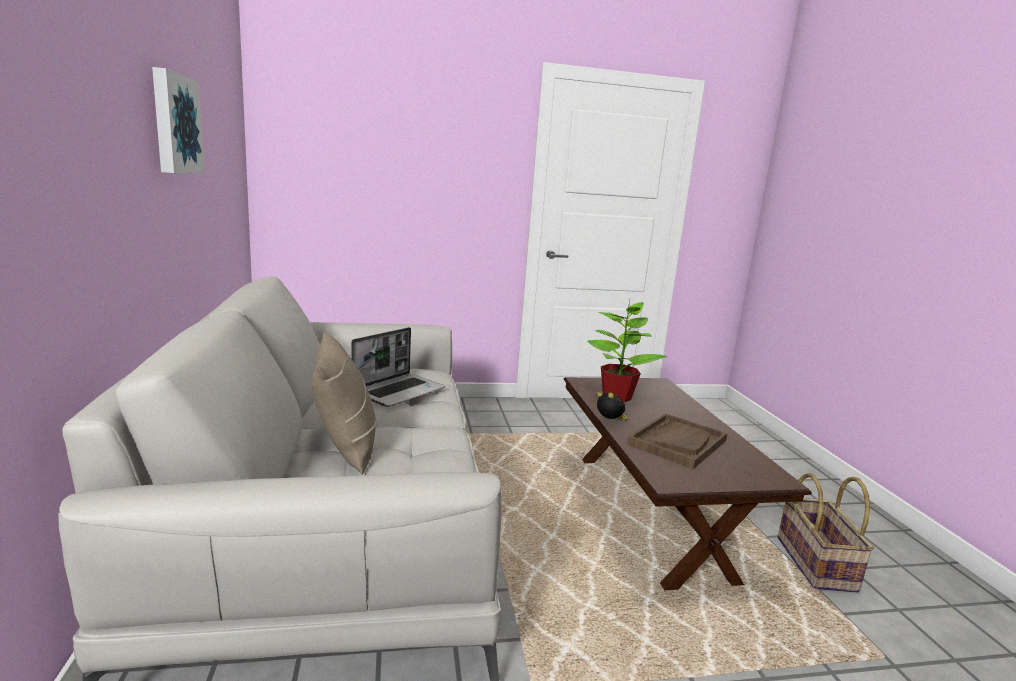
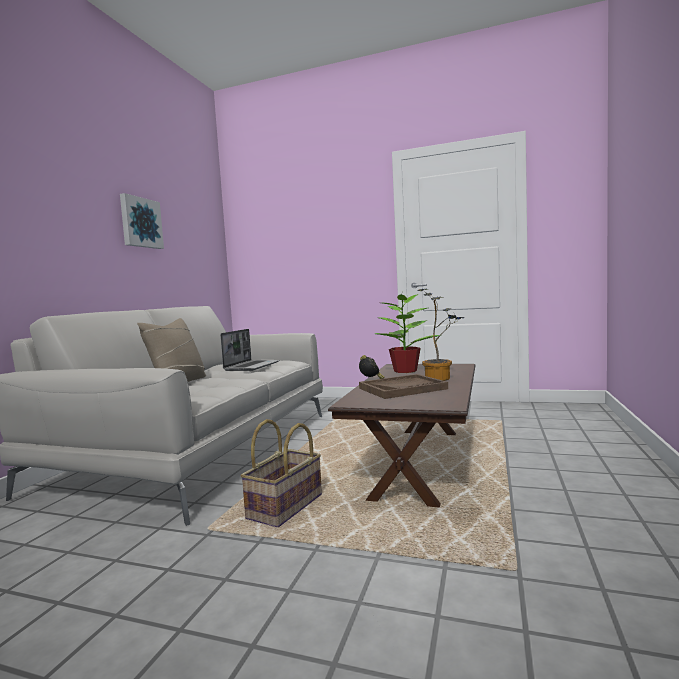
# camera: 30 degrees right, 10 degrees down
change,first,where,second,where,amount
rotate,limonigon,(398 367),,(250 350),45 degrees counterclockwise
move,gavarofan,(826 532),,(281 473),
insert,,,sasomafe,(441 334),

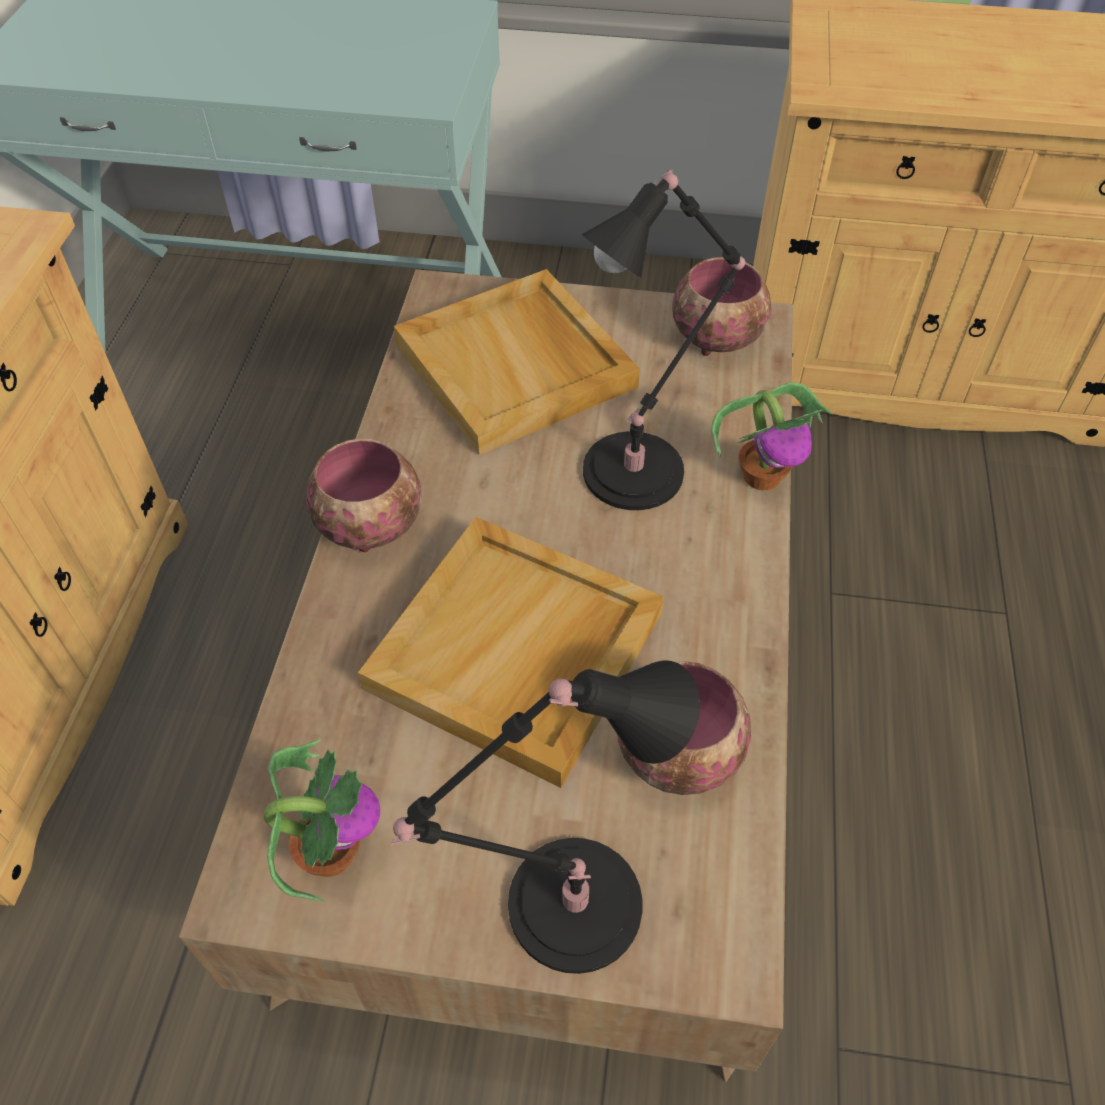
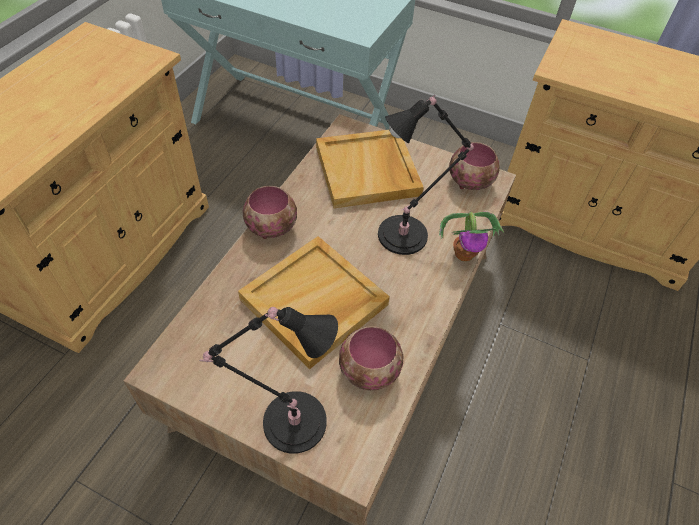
# camera: 15 degrees right, 0 degrees up
change,first,where,second,where,amount
delete,sasomafe,(321 821),,,

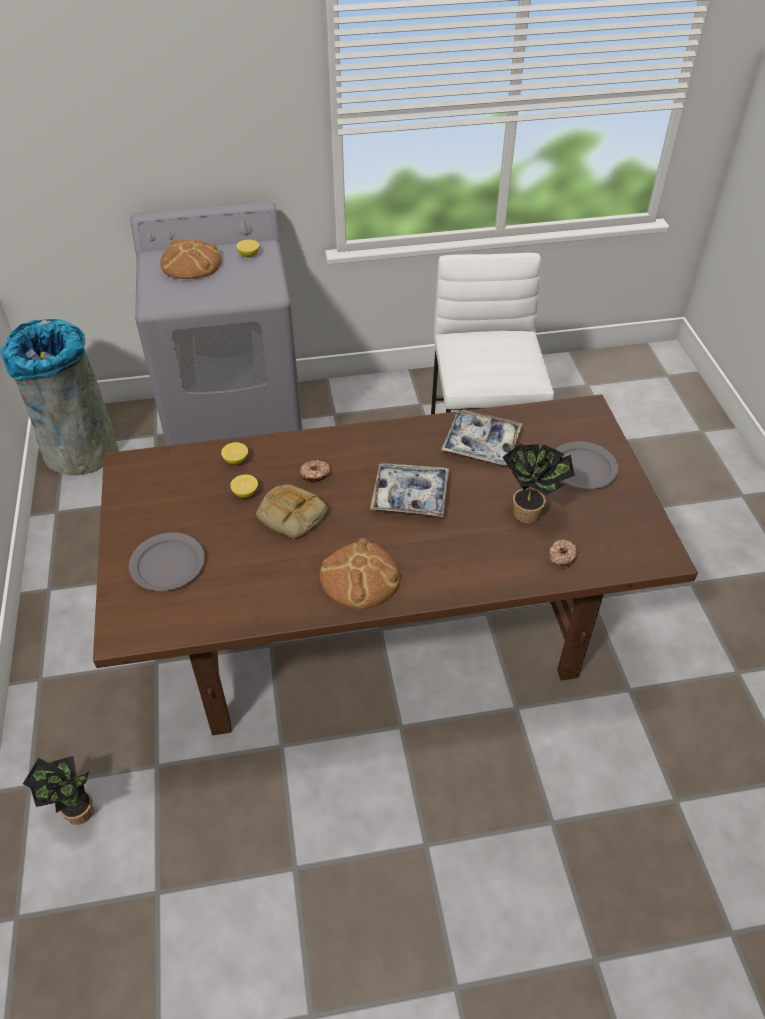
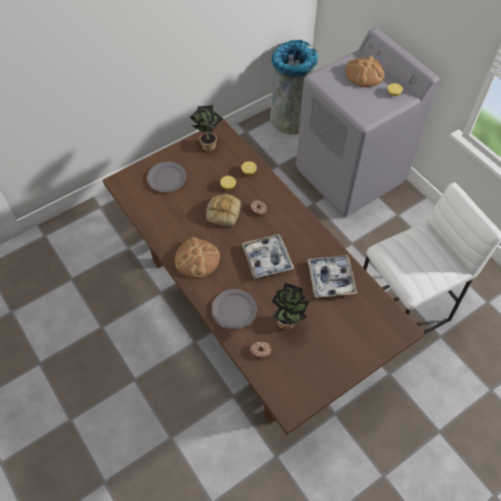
# camera: 65 degrees right, 10 degrees up
change,first,where,second,where,amount
move,sasomafe,(58 790),,(206 128),
move,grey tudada,(587 465),,(234 309),

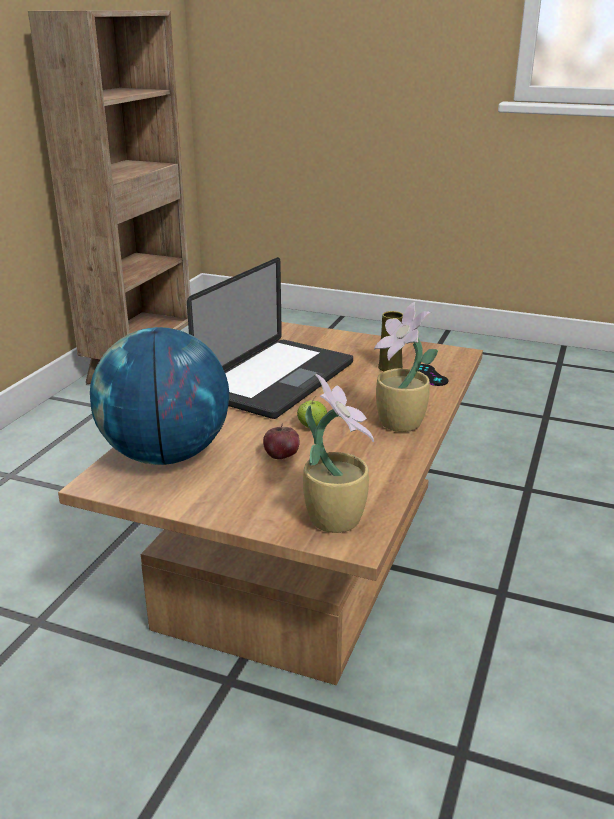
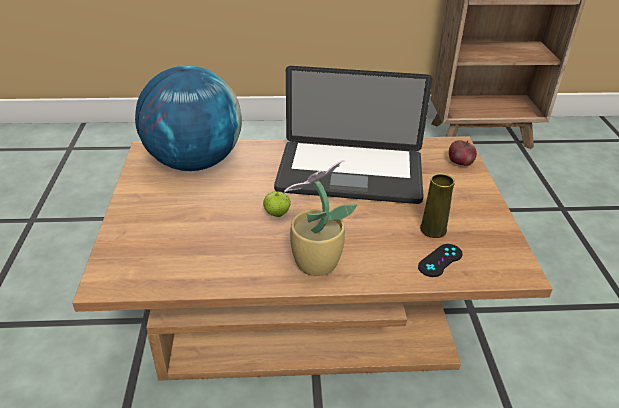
# camera: 65 degrees right, 10 degrees up
change,first,where,second,where,amount
move,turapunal,(281 441),,(463 153),
delete,sasomafe,(338 453),,,

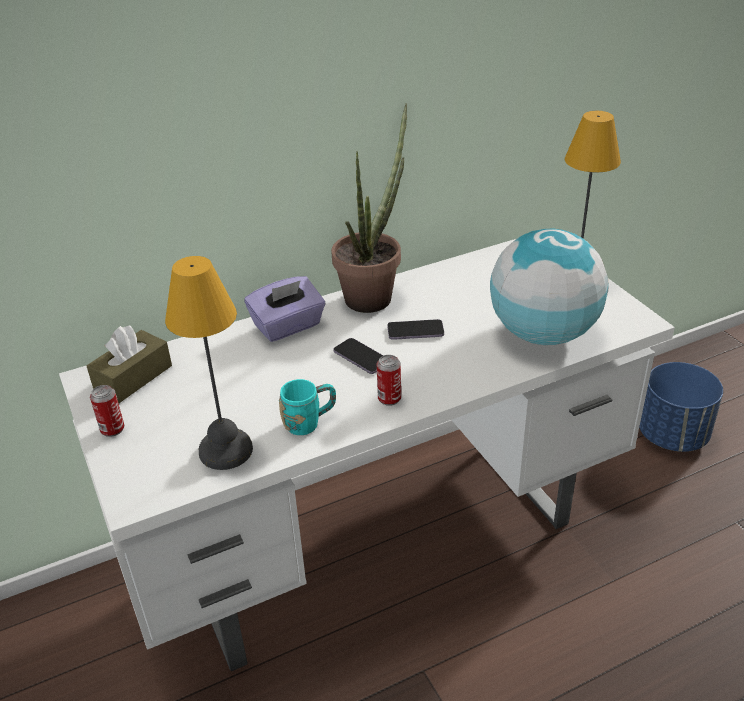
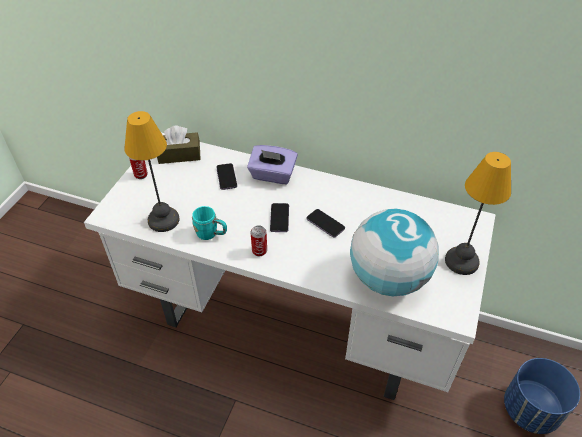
# camera: 45 degrees right, 10 degrees up
change,first,where,second,where,amount
insert,,,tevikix,(226 176),
delete,sasomafe,(369 208),,,

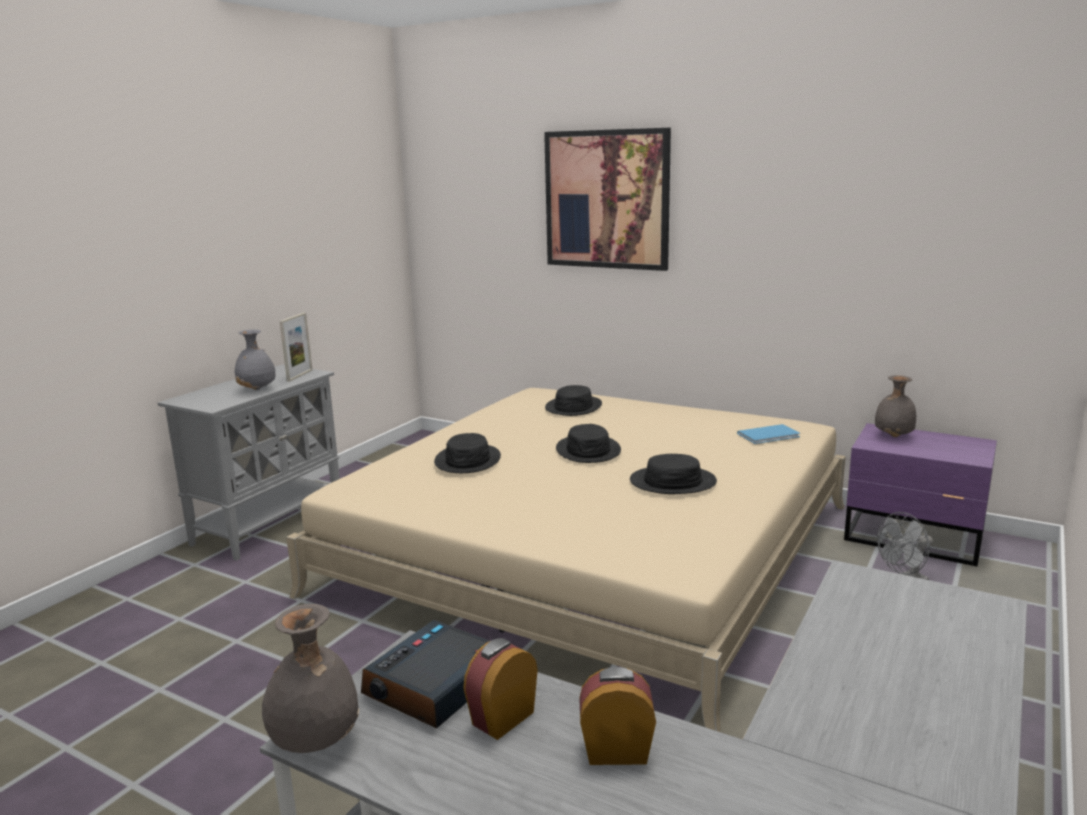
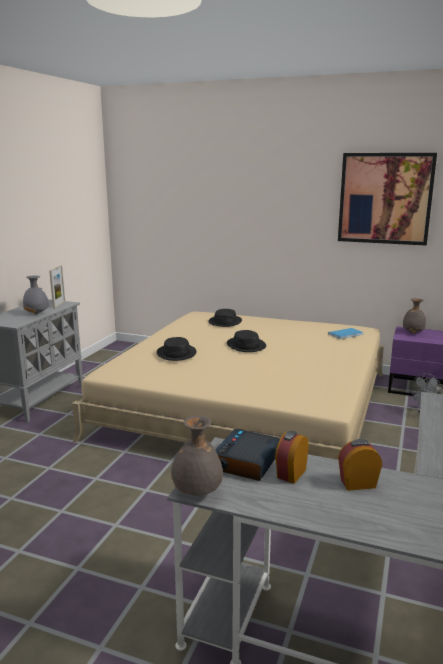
# camera: 10 degrees left, 0 degrees up
change,first,where,second,where,amount
move,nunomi,(607 199),,(387 199),
delete,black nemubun,(673 474),,,

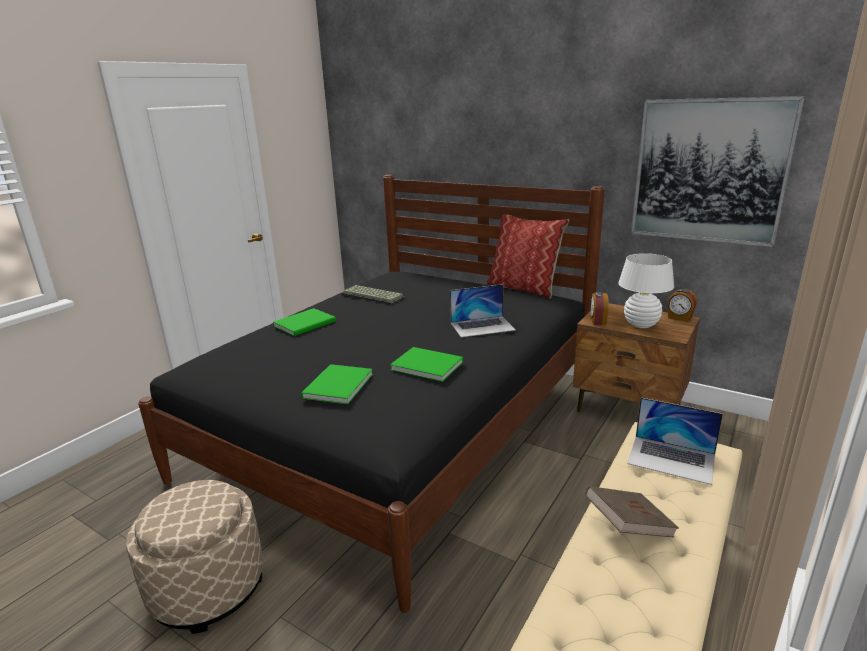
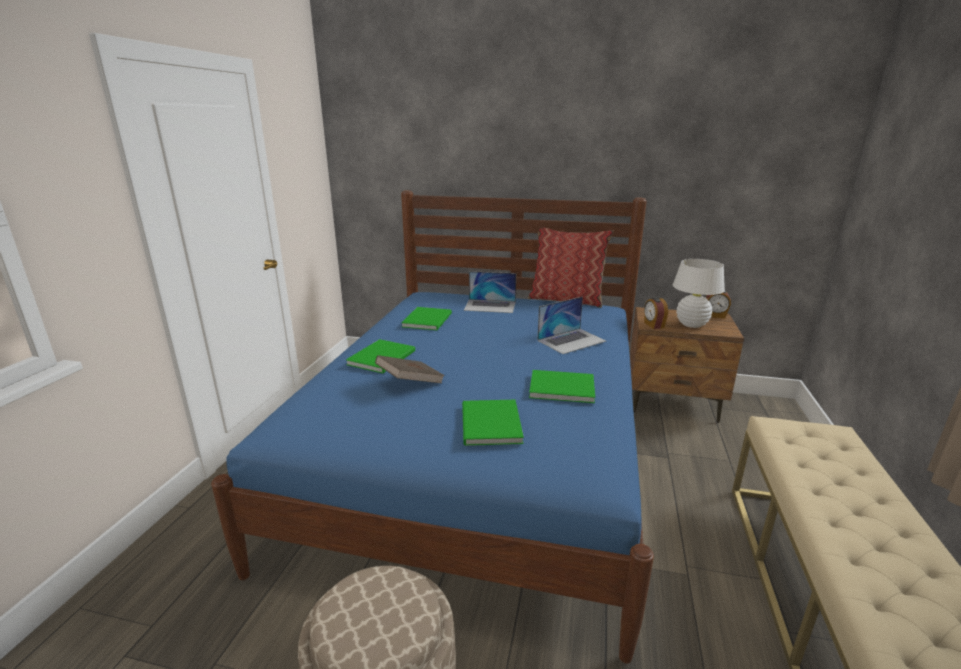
# camera: 20 degrees left, 0 degrees up
change,first,where,second,where,amount
recolor,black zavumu,(371 394),blue zavumu,(432 427),
move,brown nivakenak,(632 511),,(410 369),
replace,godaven,(373 295),green nivakenak,(426 318),
move,limonigon,(675 441),,(490 292),
delete,nunomi,(718 171),,,

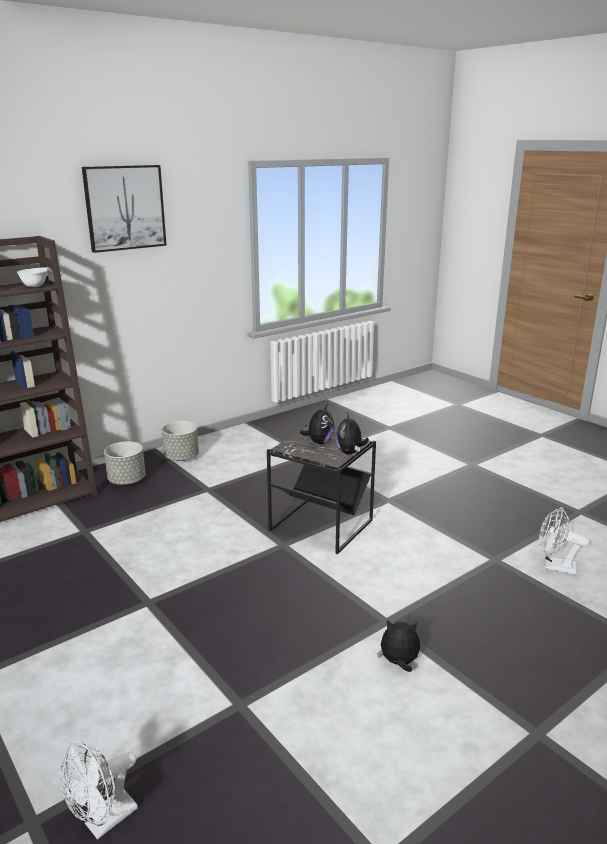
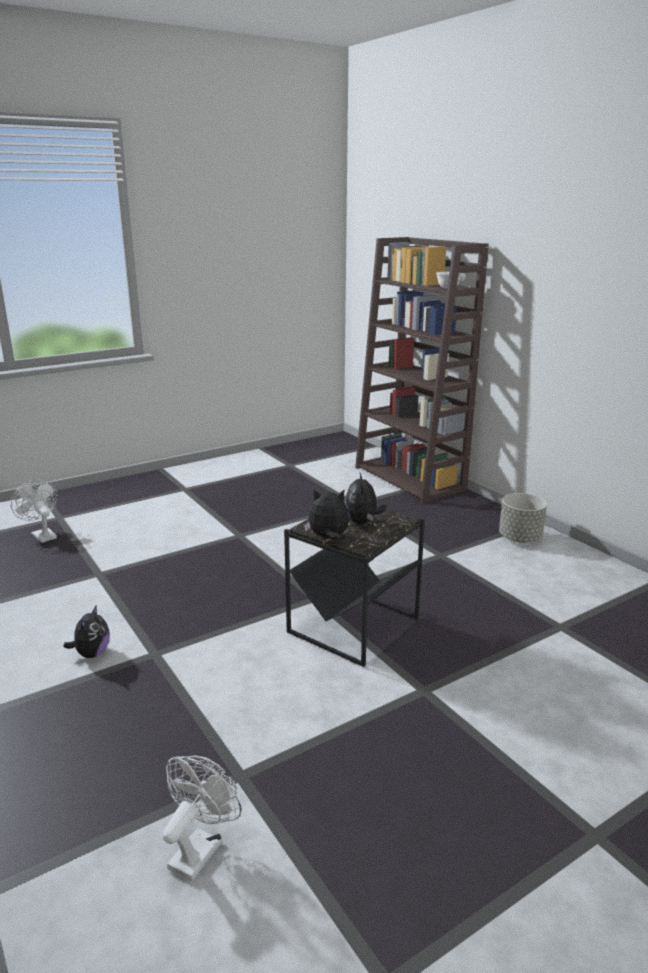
# camera: 95 degrees right, 0 degrees up
change,first,where,second,where,amount
rotate,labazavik,(317 424),,(366 498),60 degrees clockwise
delete,nunomi,(124 209),,,
delete,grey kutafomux,(124 463),,,

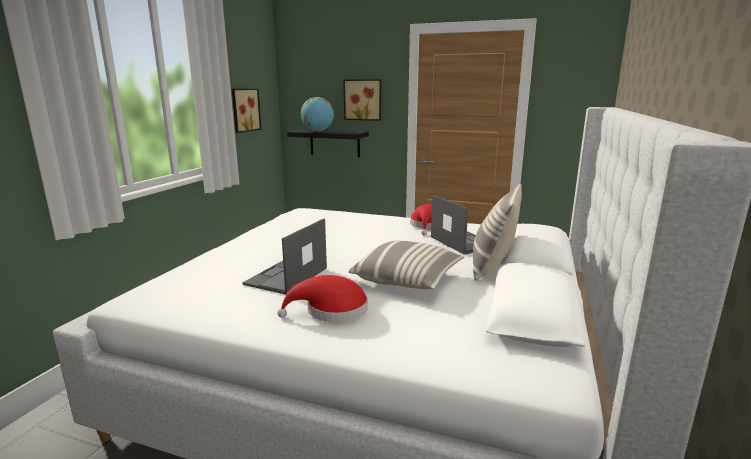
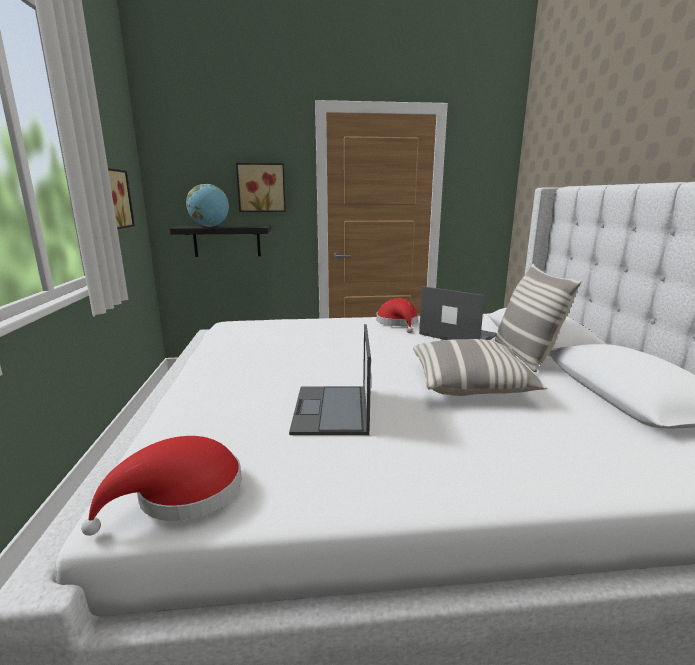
# camera: 25 degrees left, 0 degrees up
change,first,where,second,where,amount
move,red nemubun,(322 298),,(161 486),

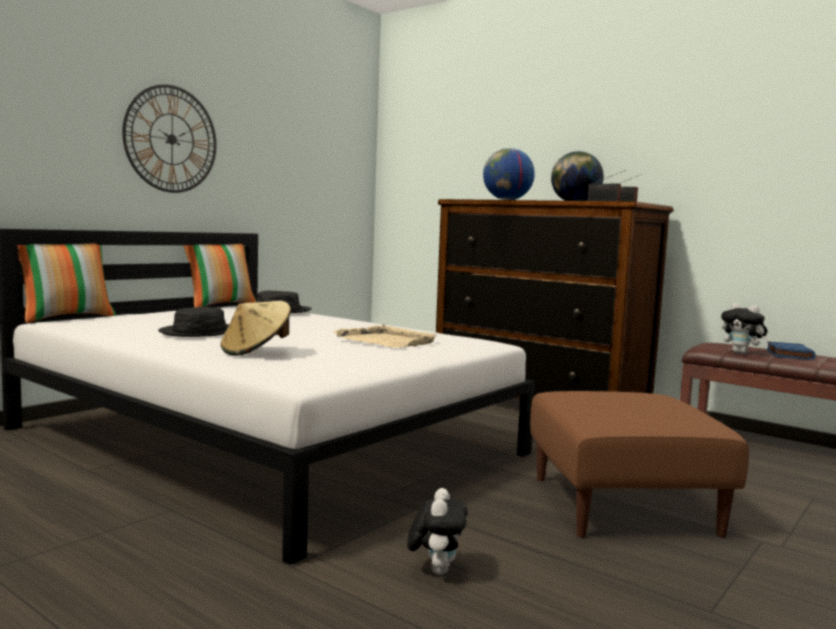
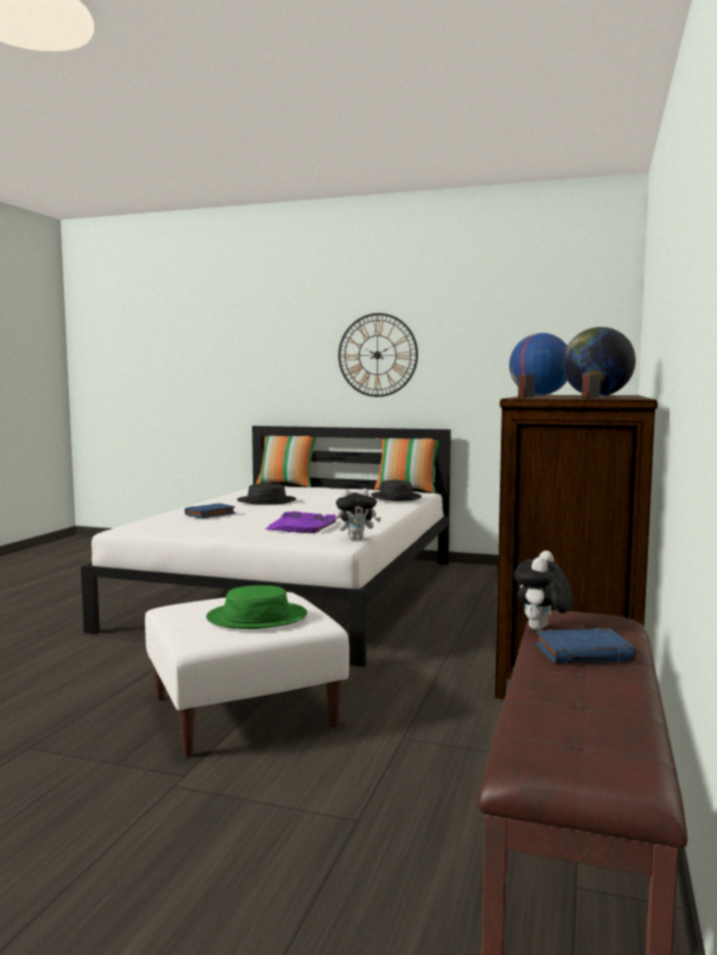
# camera: 70 degrees right, 0 degrees up
change,first,where,second,where,amount
recolor,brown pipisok,(639 464),white pipisok,(247 675),
replace,beige nemubun,(256 328),blue nivakenak,(210 511),
insert,,,green nemubun,(256 607),
recolor,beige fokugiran,(385 336),purple fokugiran,(301 522),
move,labazavik,(437 531),,(358 514),

